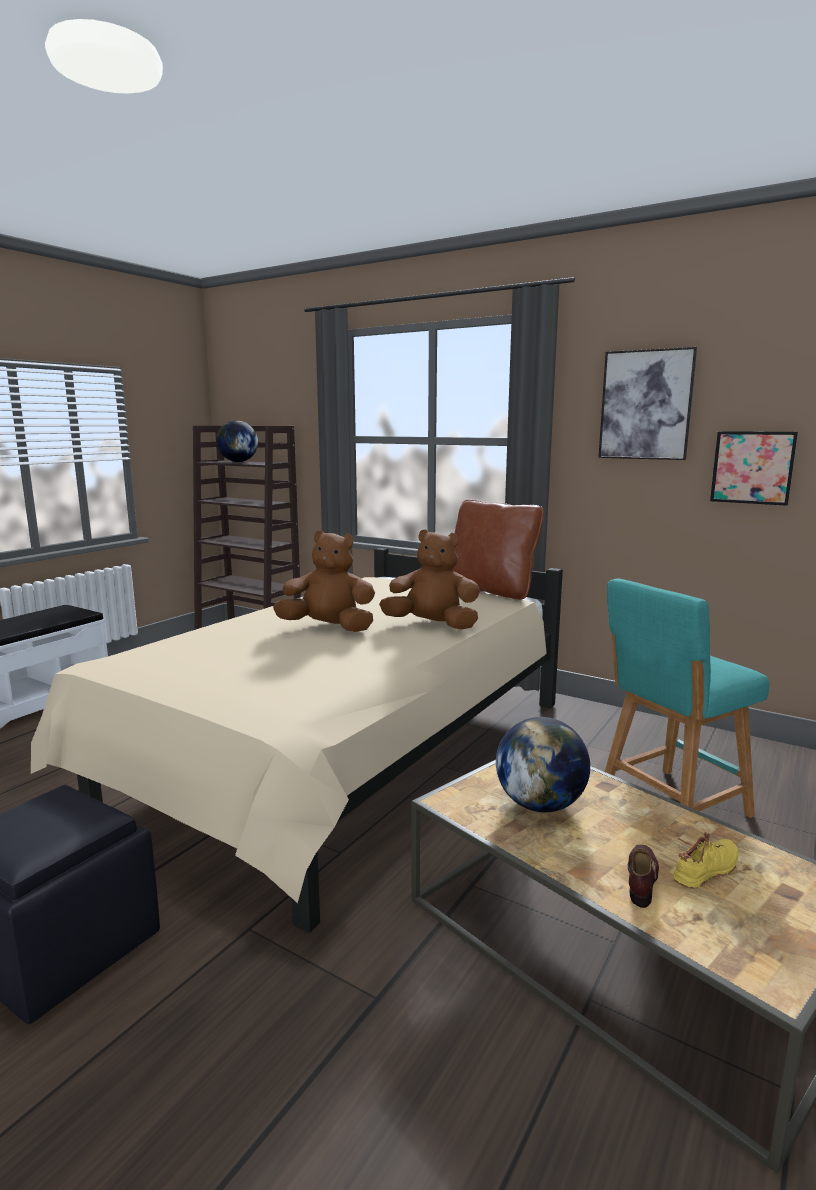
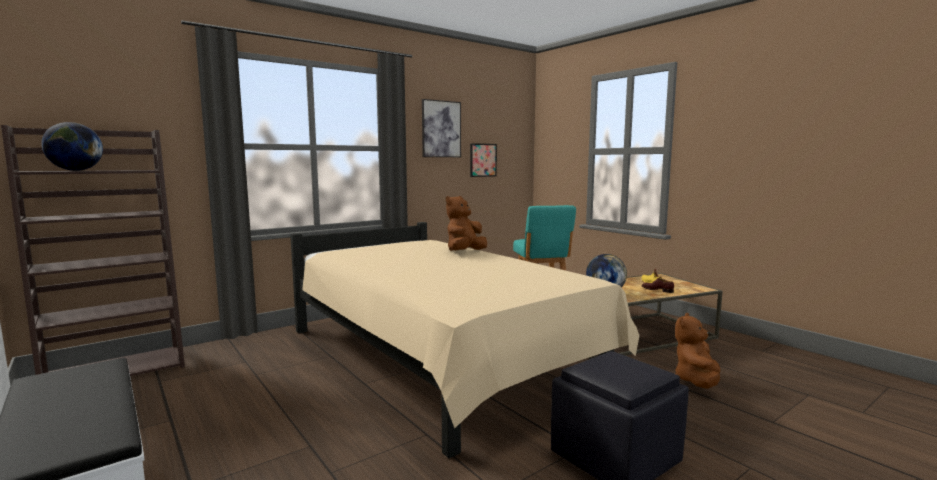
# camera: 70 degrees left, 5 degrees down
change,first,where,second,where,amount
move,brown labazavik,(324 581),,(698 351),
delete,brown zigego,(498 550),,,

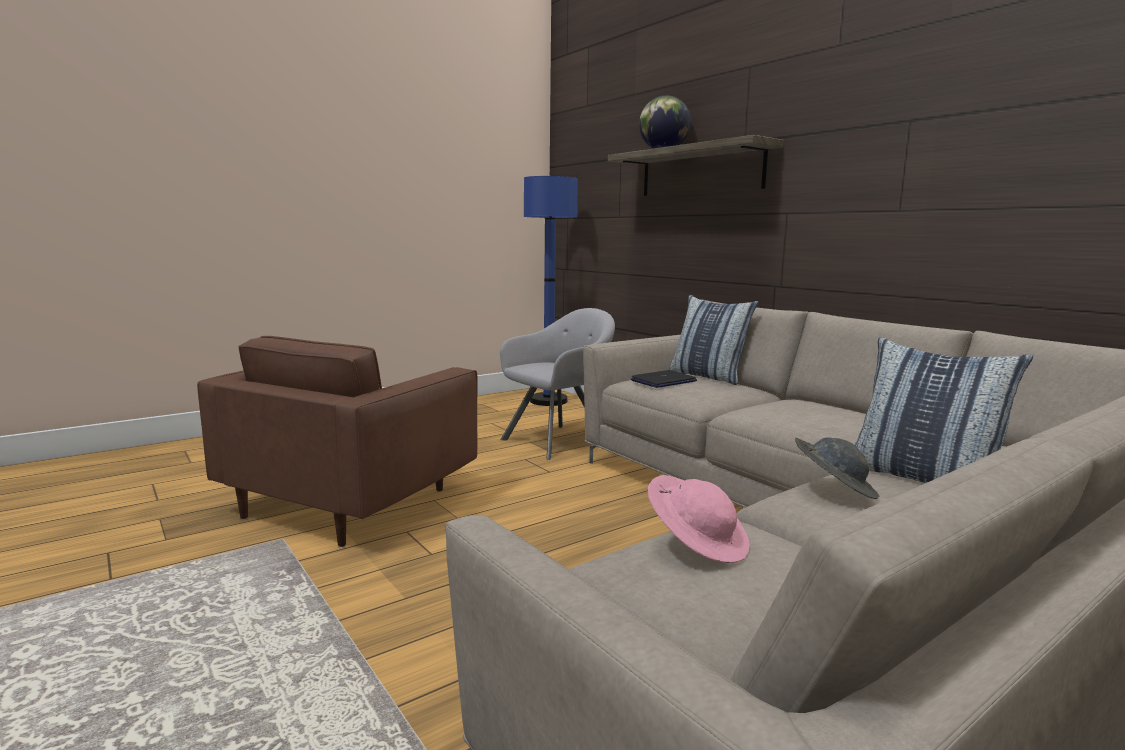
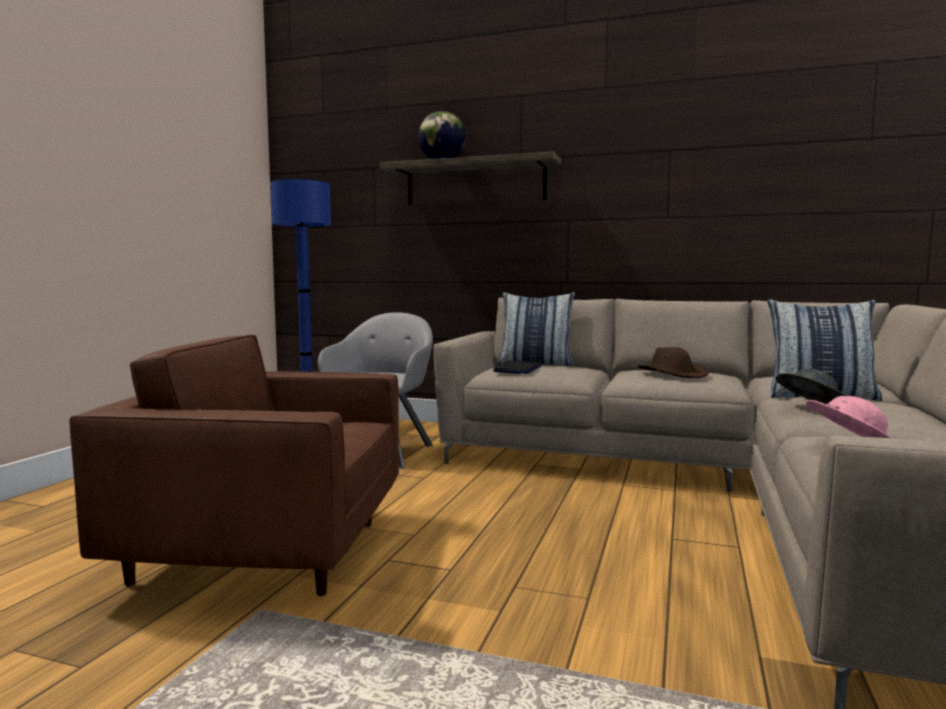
# camera: 35 degrees left, 5 degrees down
change,first,where,second,where,amount
rotate,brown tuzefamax,(337 441),,(234 465),105 degrees clockwise
insert,,,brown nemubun,(673 362),

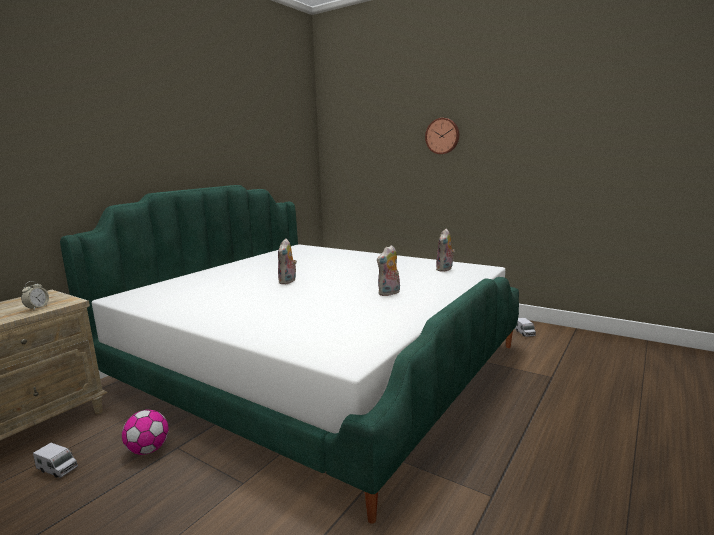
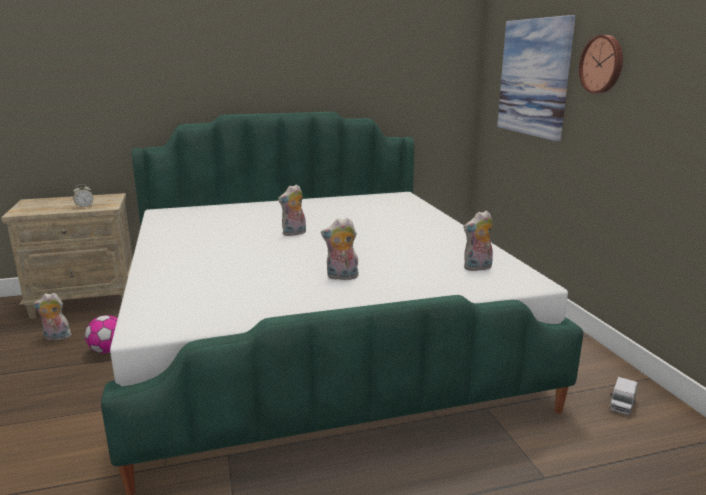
# camera: 40 degrees right, 5 degrees up
change,first,where,second,where,amount
replace,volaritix,(55 460),labazavik,(53 316),
insert,,,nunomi,(536 78),

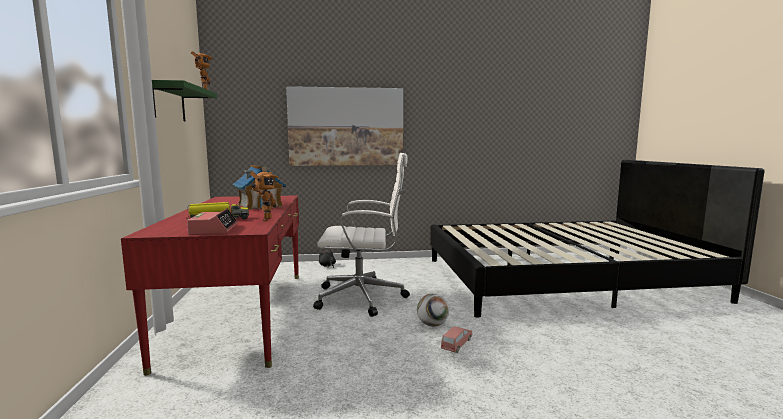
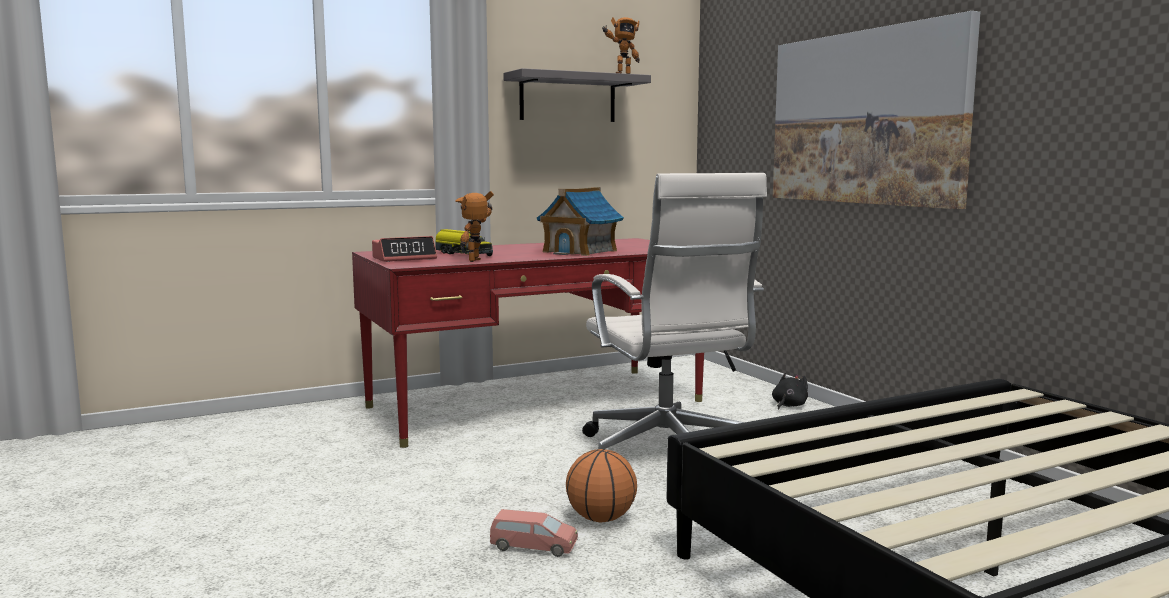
# camera: 70 degrees right, 0 degrees up
change,first,where,second,where,amount
rotate,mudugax,(264 196),,(474 226),120 degrees clockwise
recolor,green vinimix,(184 100),grey vinimix,(577 95),
replace,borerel,(433 310),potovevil,(601 485),

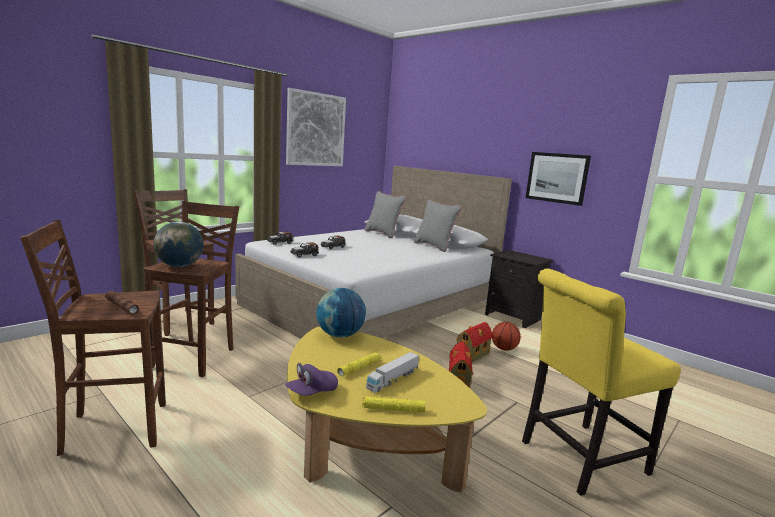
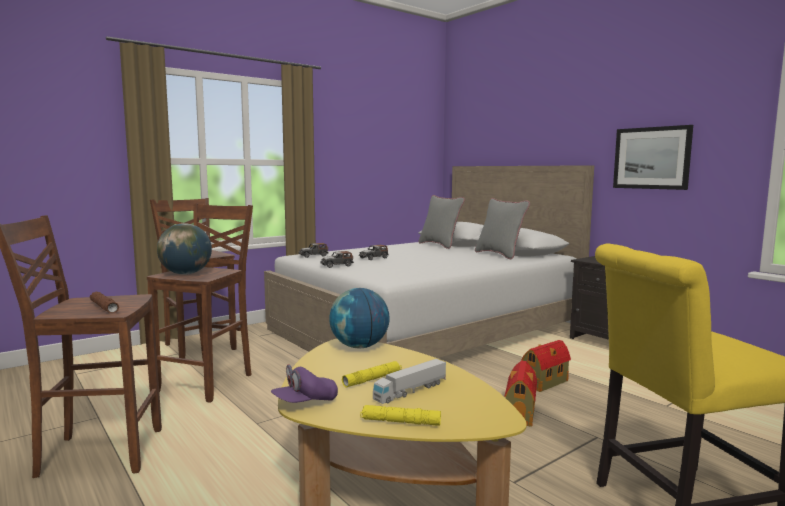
# camera: 10 degrees right, 5 degrees down
change,first,where,second,where,amount
delete,nunomi,(316 127),,,
delete,potovevil,(506 336),,,

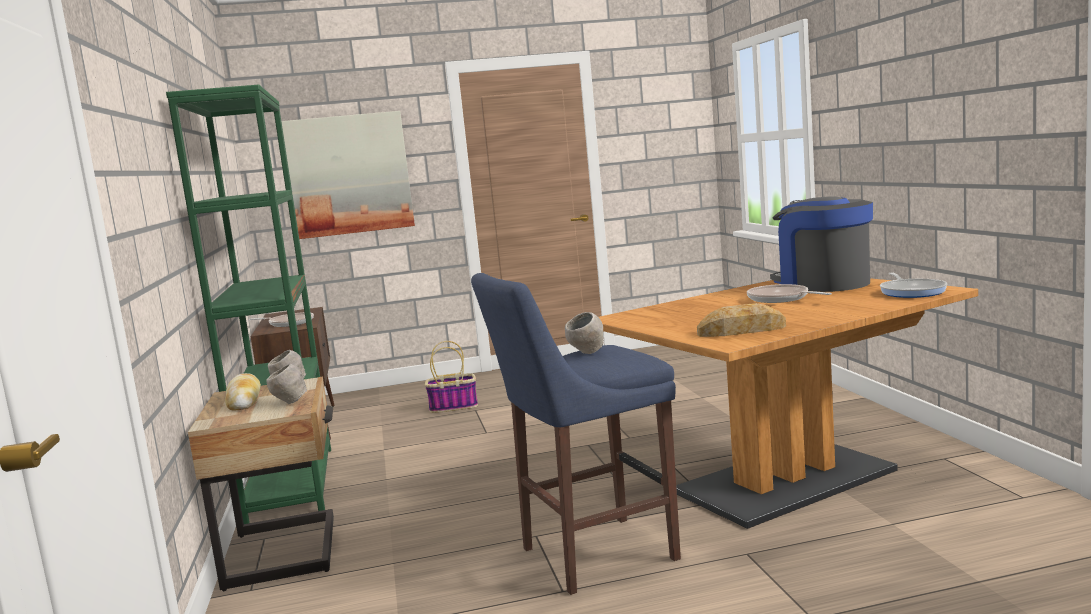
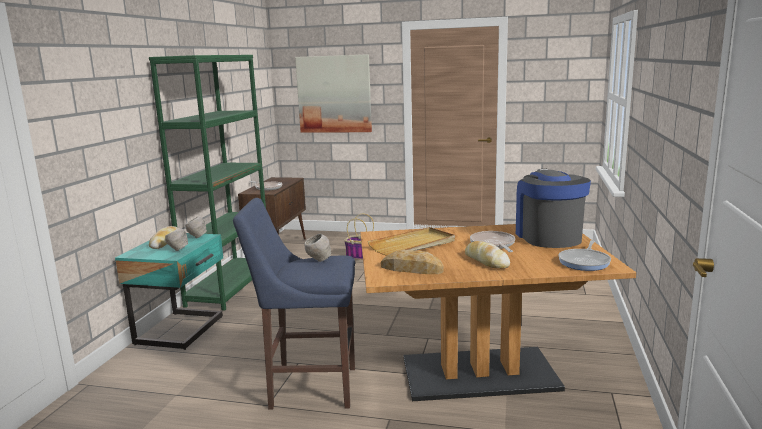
# camera: 25 degrees right, 5 degrees up
change,first,where,second,where,amount
recolor,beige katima,(261 484),turquoise katima,(169 291),
insert,,,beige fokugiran,(411 241),
insert,,,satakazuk,(487 255),

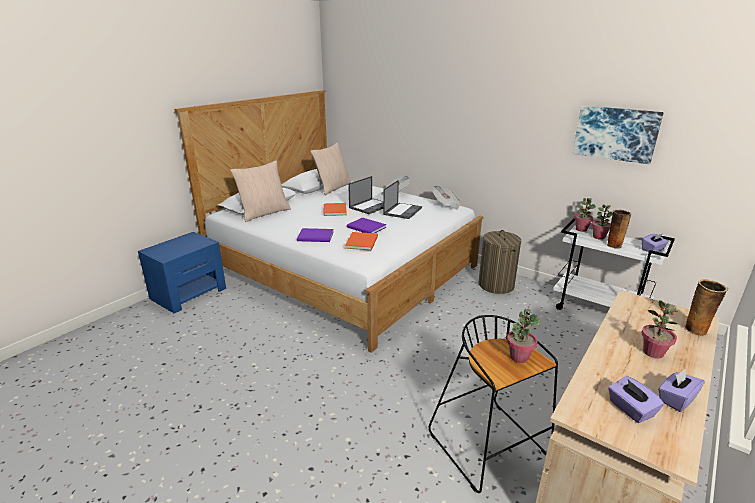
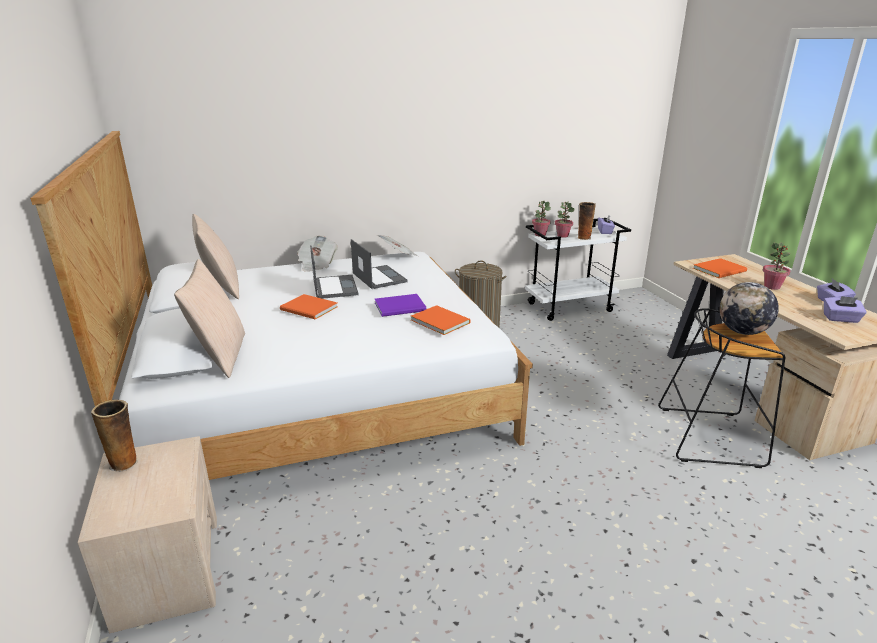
# camera: 55 degrees left, 0 degrees up
change,first,where,second,where,amount
recolor,blue katima,(182 272),beige katima,(147 535),
move,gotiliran,(706 308),,(114 436),
insert,,,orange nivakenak,(720 268),
replace,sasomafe,(524 336),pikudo,(749 308),
delete,purple nivakenak,(315 235),,,
delete,nunomi,(618 135),,,

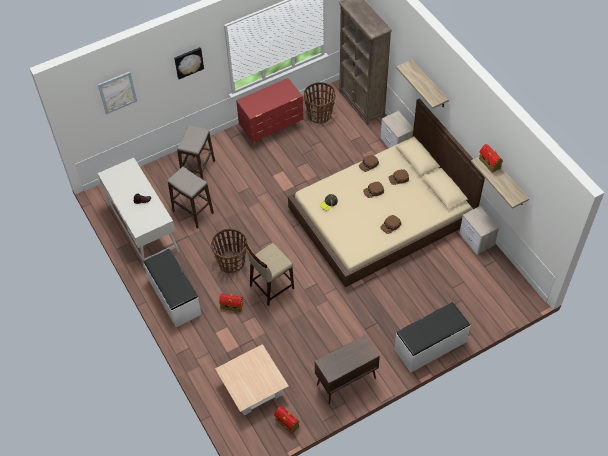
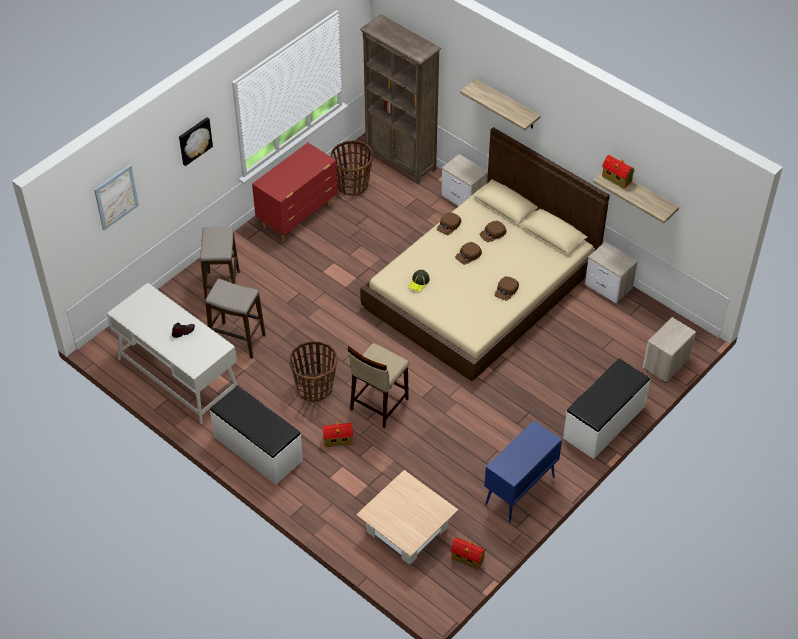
# camera: 20 degrees left, 5 degrees down
change,first,where,second,where,amount
recolor,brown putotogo,(347 369),blue putotogo,(523 471),
insert,,,katima,(669 350),

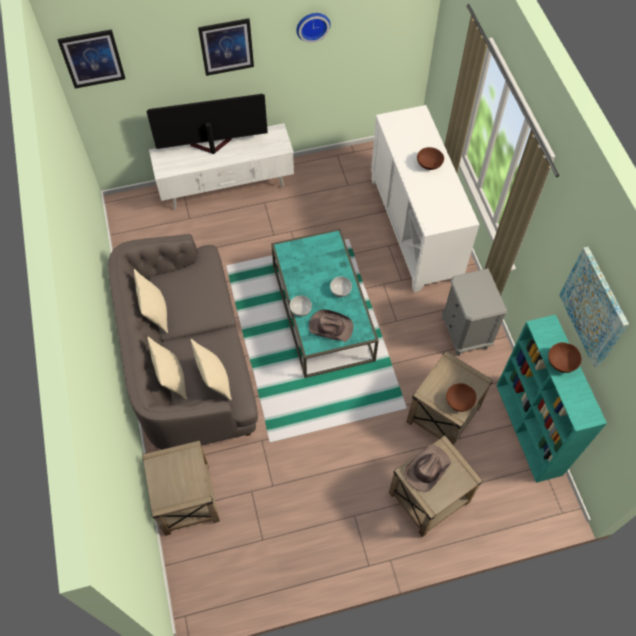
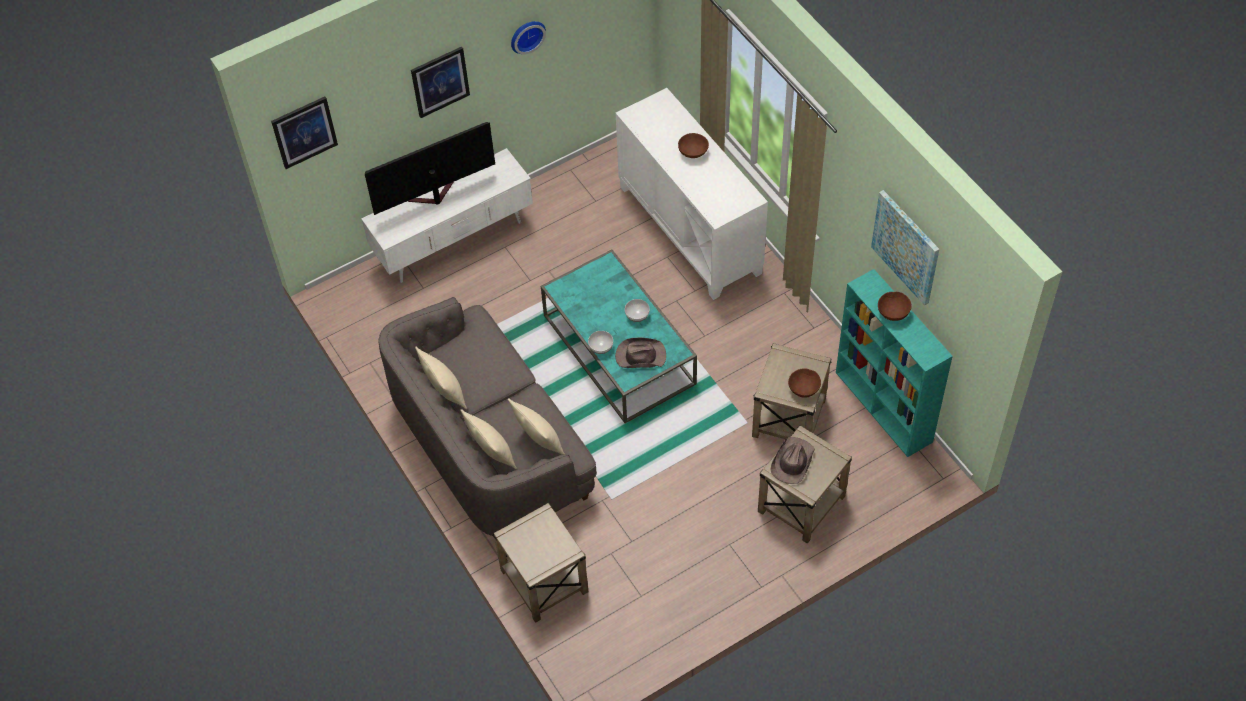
# camera: 15 degrees left, 5 degrees down
change,first,where,second,where,amount
delete,grey katima,(474 312),,,

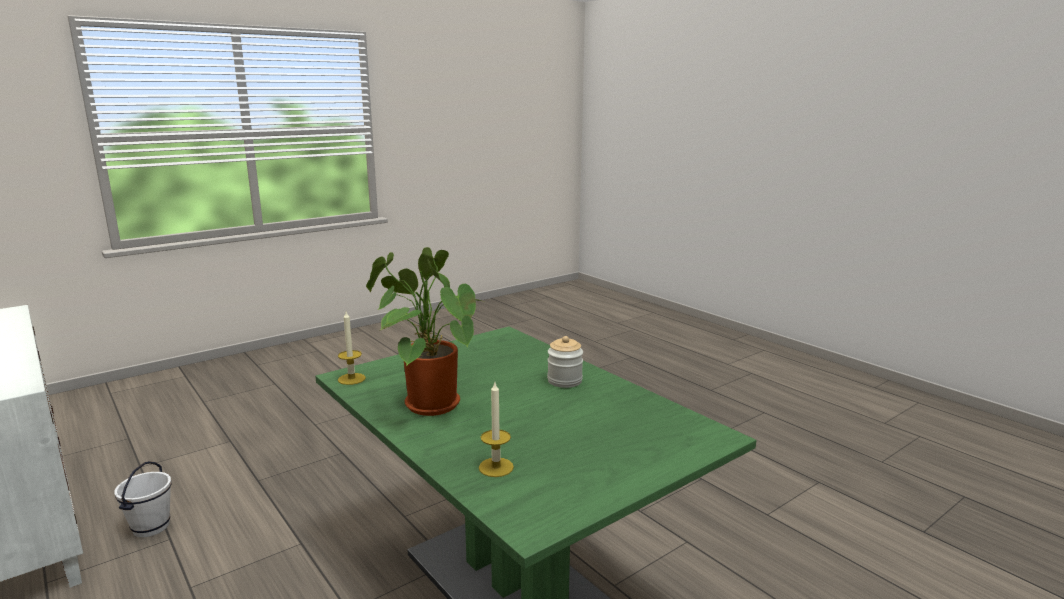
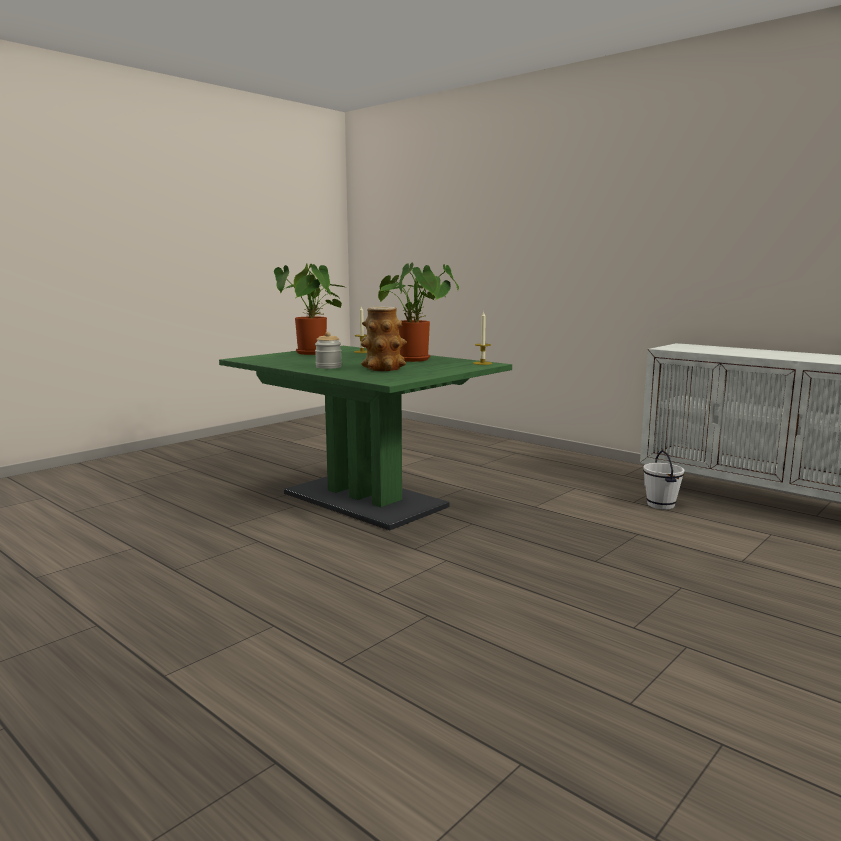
# camera: 170 degrees right, 5 degrees down
change,first,where,second,where,amount
insert,,,sasomafe,(309 309),
insert,,,gotiliran,(384 339),

